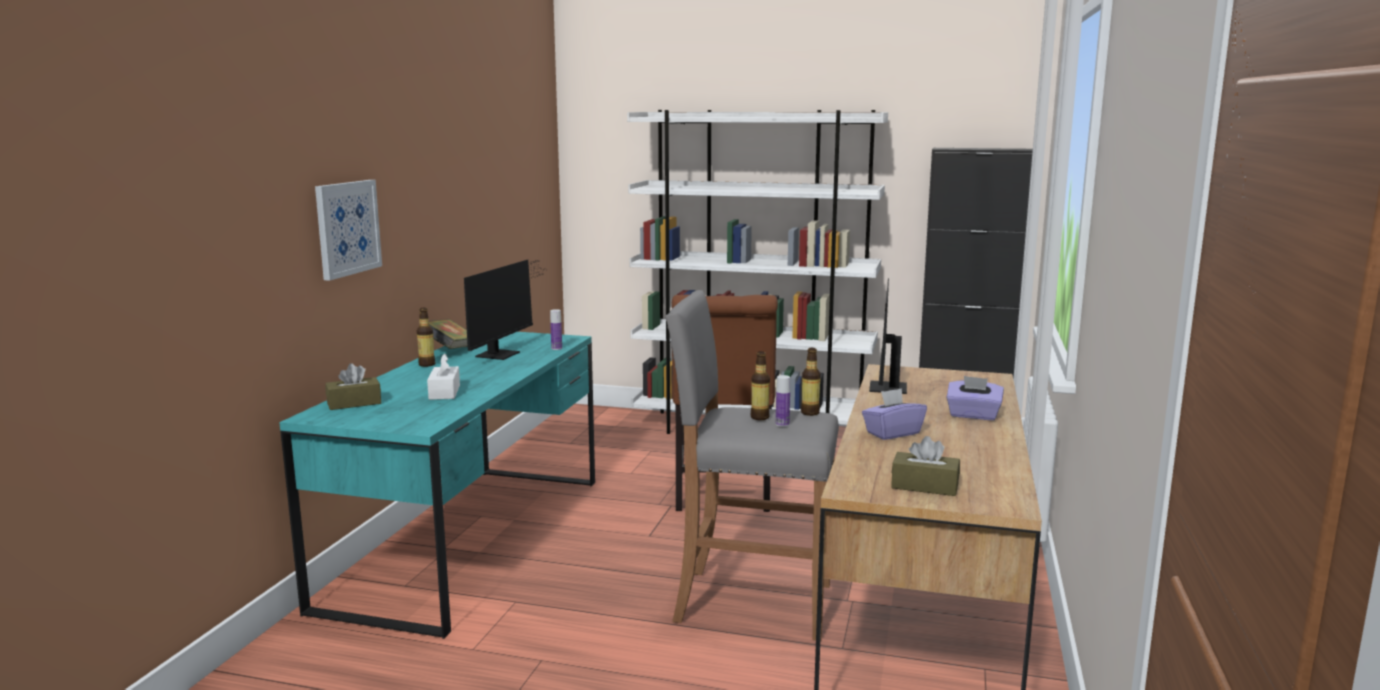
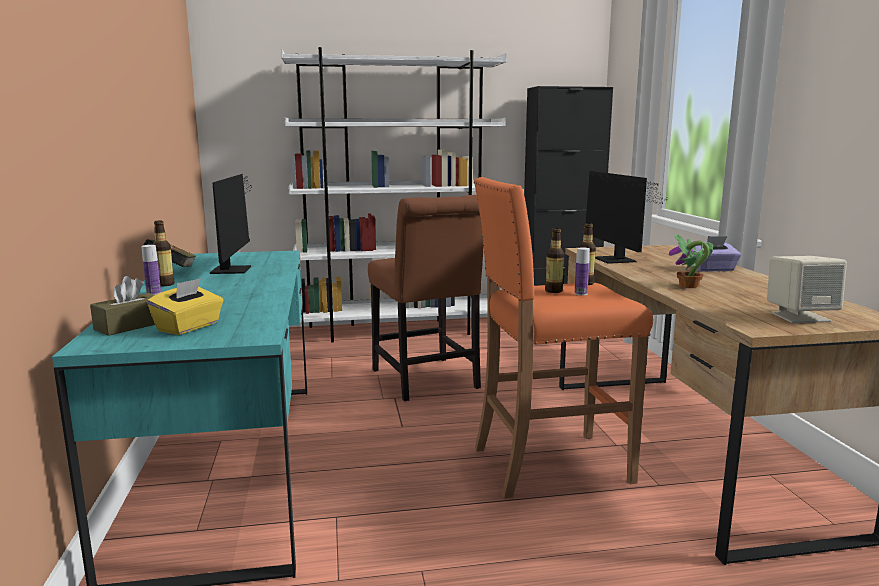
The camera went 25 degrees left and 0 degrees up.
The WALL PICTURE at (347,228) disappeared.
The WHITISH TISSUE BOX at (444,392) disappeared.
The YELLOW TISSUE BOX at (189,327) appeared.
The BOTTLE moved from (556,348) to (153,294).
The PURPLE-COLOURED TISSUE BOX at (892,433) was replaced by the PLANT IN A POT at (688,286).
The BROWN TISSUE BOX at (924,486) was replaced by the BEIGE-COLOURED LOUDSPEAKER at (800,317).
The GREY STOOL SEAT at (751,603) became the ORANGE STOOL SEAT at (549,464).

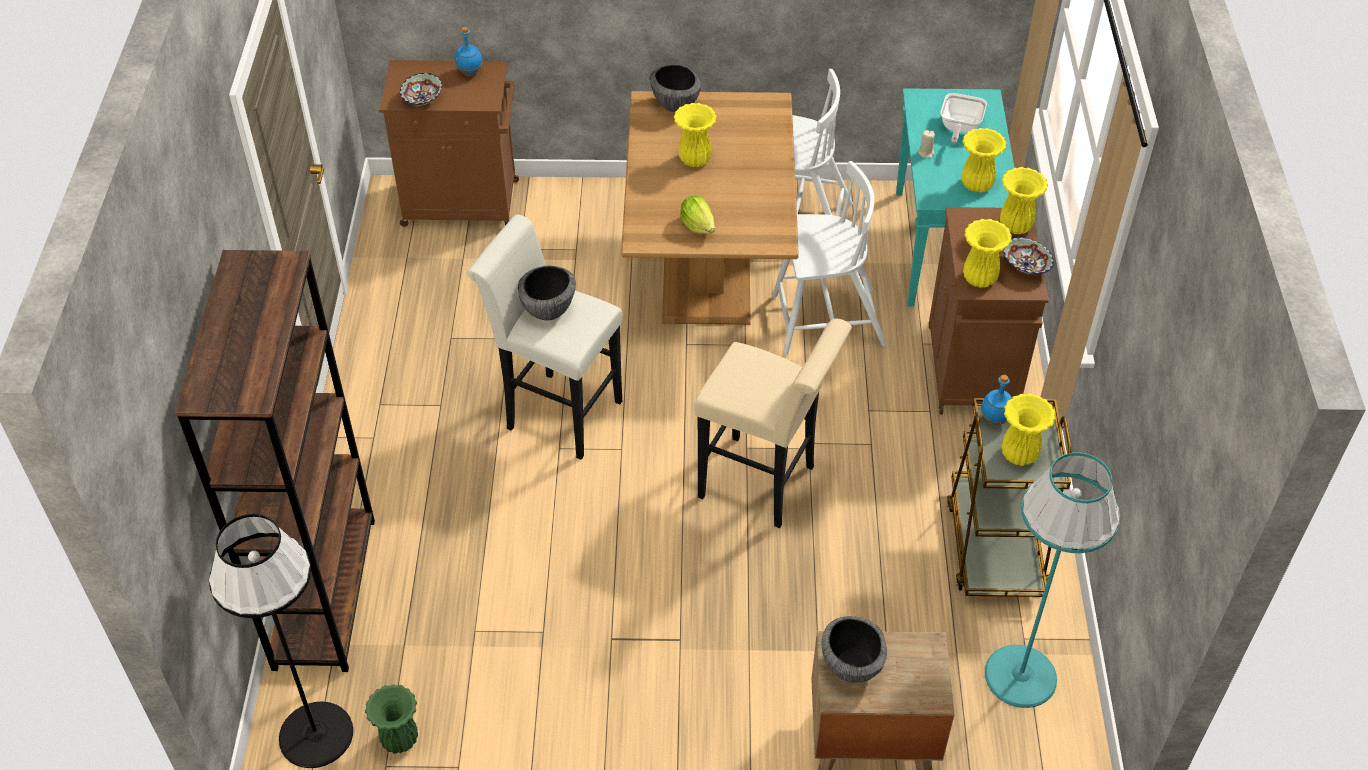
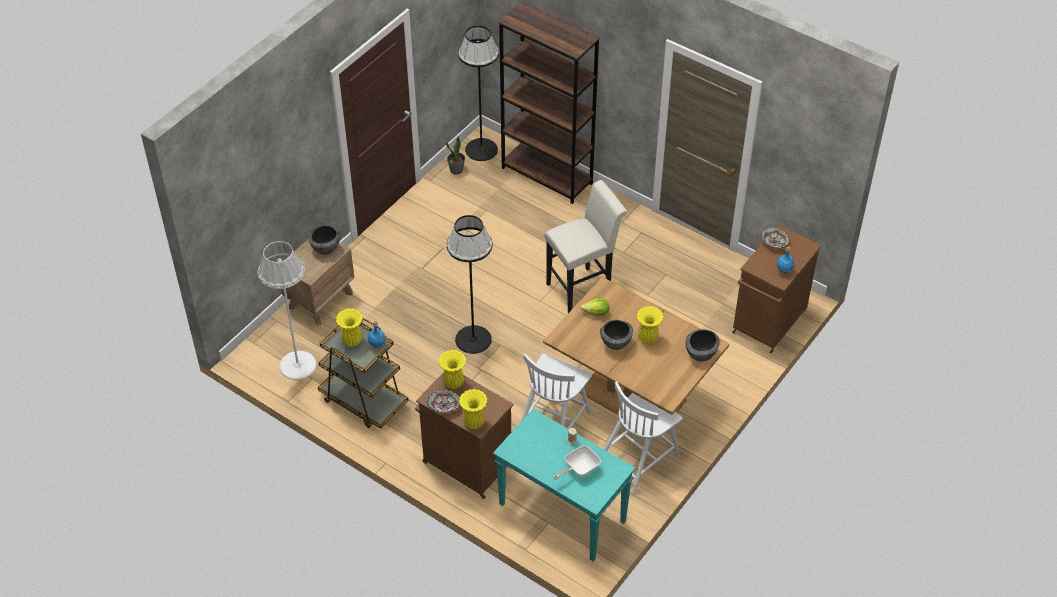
The camera went 125 degrees right and 0 degrees up.
The YELLOW VASE at (976,185) disappeared.
The SERVING BOWL moved from (548,310) to (615,344).
The GREEN VASE at (400,740) was replaced by the PLANT IN A POT at (456,170).
The BEIGE-COLOURED STOOL SEAT at (765,485) was replaced by the BLACK STANDARD LAMP at (473,339).
The TURQUOISE STANDARD LAMP at (1020,675) became the WHITISH STANDARD LAMP at (298,365).
The SKILLET at (959,128) turned 90 degrees counterclockwise.

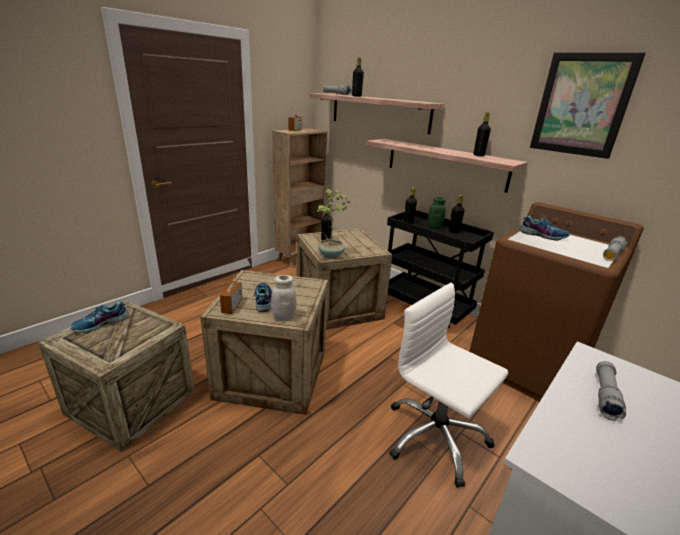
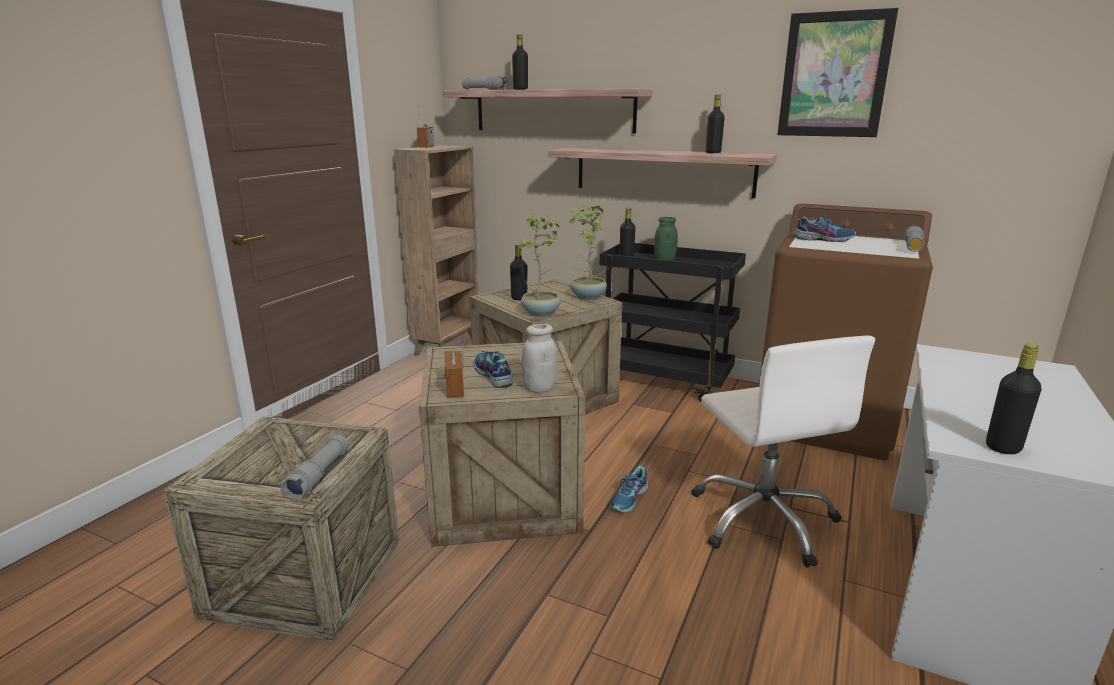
The camera went 15 degrees left and 5 degrees down.
The PLANT IN A POT at (587,297) appeared.
The SHOE moved from (101,324) to (629,498).
The BLACK BOTTLE moved from (454,232) to (1003,447).
The GREY TORCH moved from (605,396) to (319,475).
The WHITISH DESK CHAIR at (435,437) turned 135 degrees counterclockwise.

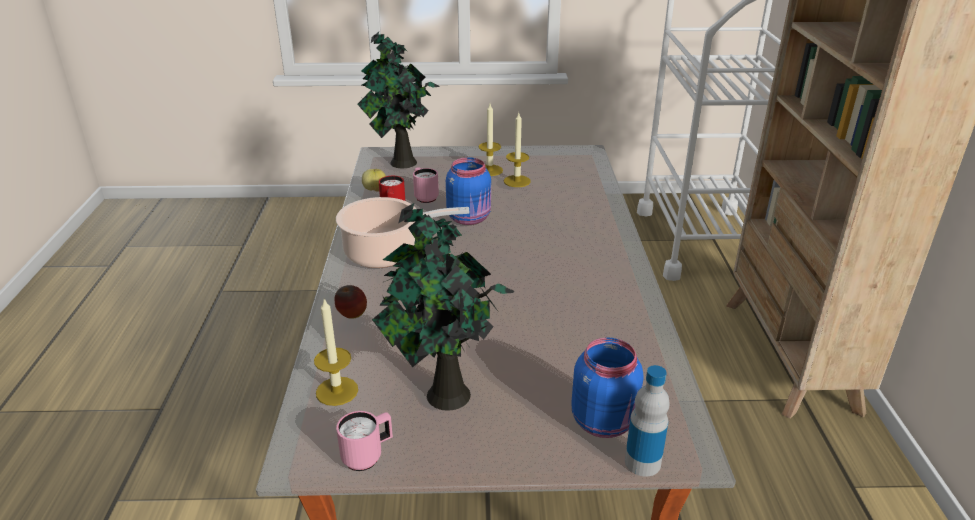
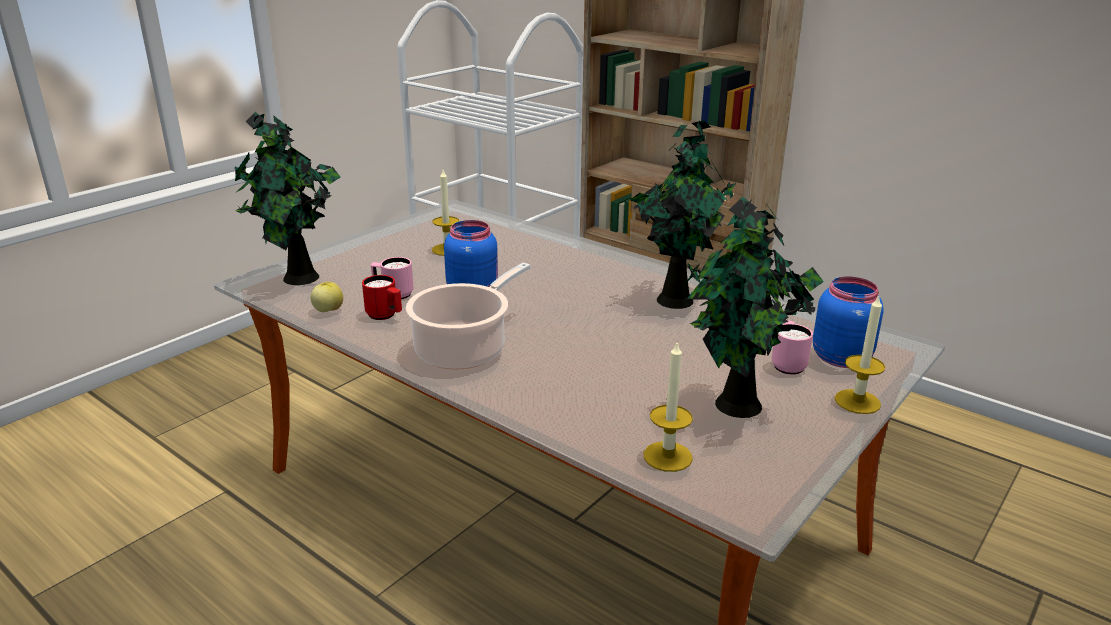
The camera went 50 degrees left and 5 degrees down.
The APPLE at (352,316) disappeared.
The BOTTLE at (642,462) disappeared.
The PLANT IN A POT at (675,299) appeared.
The PINKISH TEA MUG moved from (368,456) to (787,364).
The WAX LIGHT moved from (489,170) to (857,401).

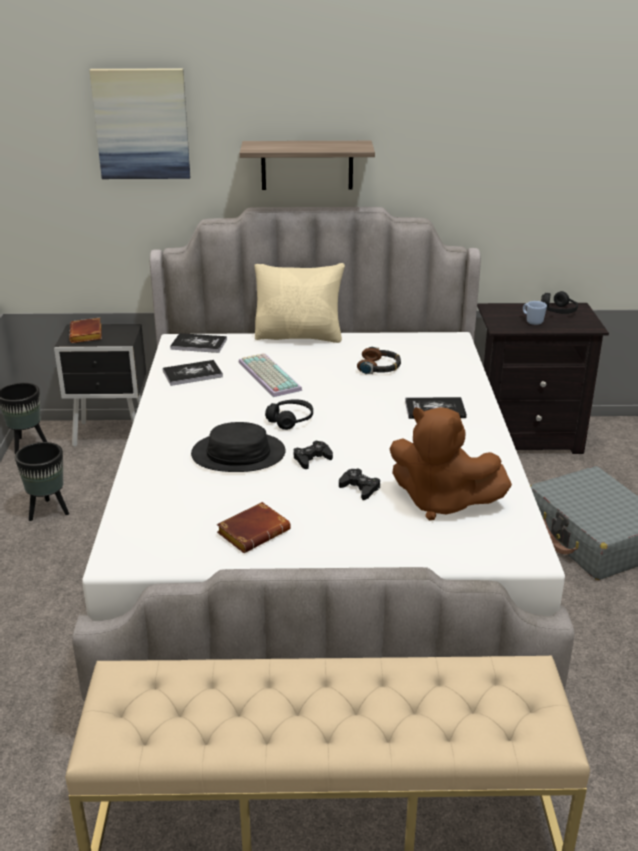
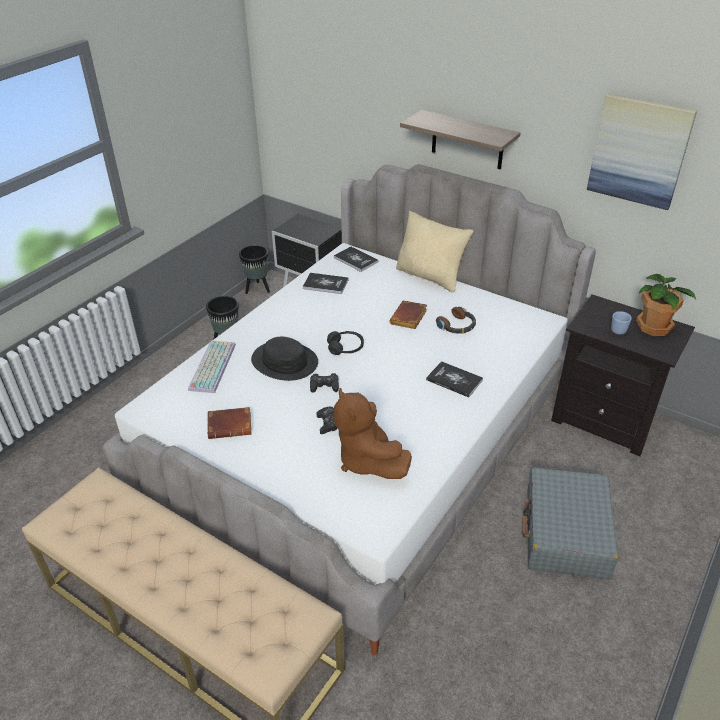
The camera went 35 degrees right and 10 degrees up.
The BROWN BOOK moved from (87,335) to (409,318).
The WALL PICTURE moved from (142,124) to (639,151).
The PC KEYBOARD moved from (267,376) to (211,366).
The BLACK PAIR OF HEADPHONES at (558,311) was replaced by the PLANT IN A POT at (654,326).

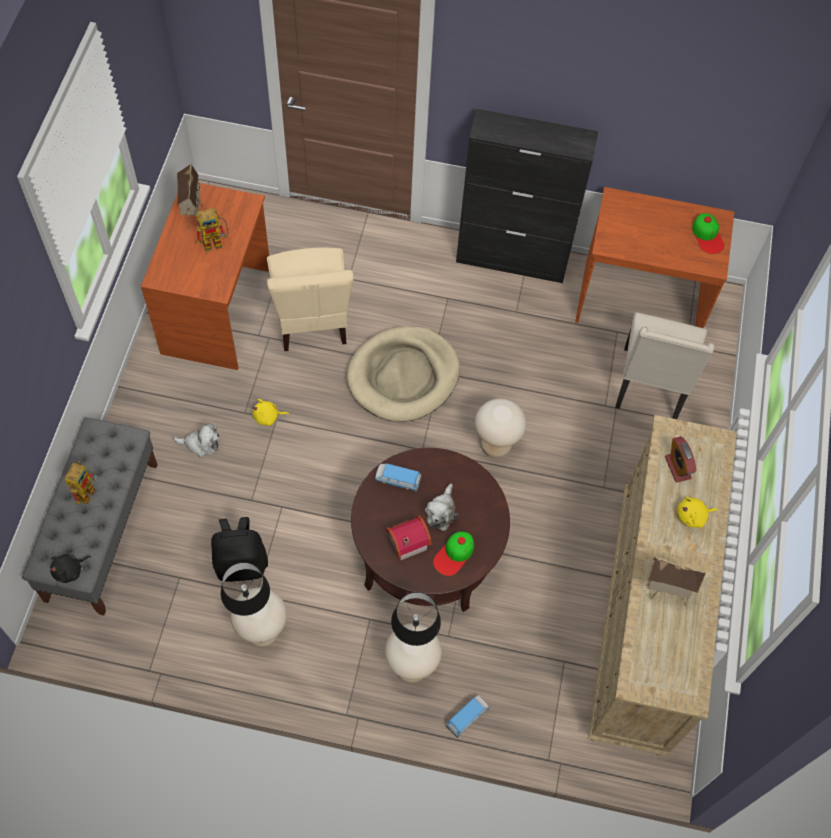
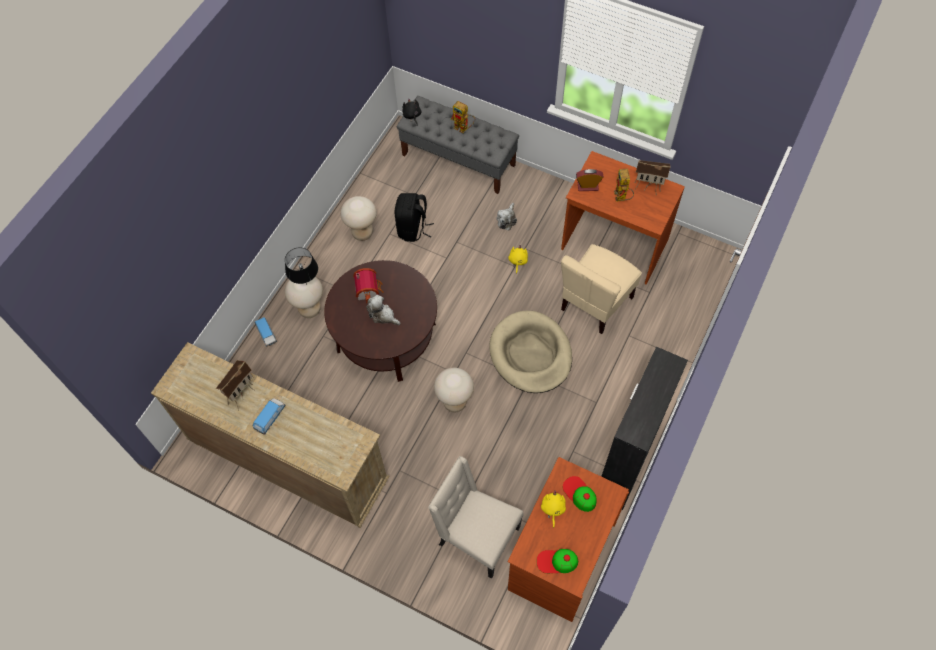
The camera went 110 degrees right and 0 degrees up.
The BLACK LAMP FOR A TABLE at (249,606) disappeared.
The TOY CAR moved from (397,480) to (270,417).
The CAP moved from (454,554) to (579,494).
The TABLE CLOCK moved from (677,467) to (588,186).
The YELLOW CUDDLY TOY moved from (692,516) to (552,509).
The BEIGE-COLOURED PLAIN CHAIR at (311,319) turned 60 degrees counterclockwise.

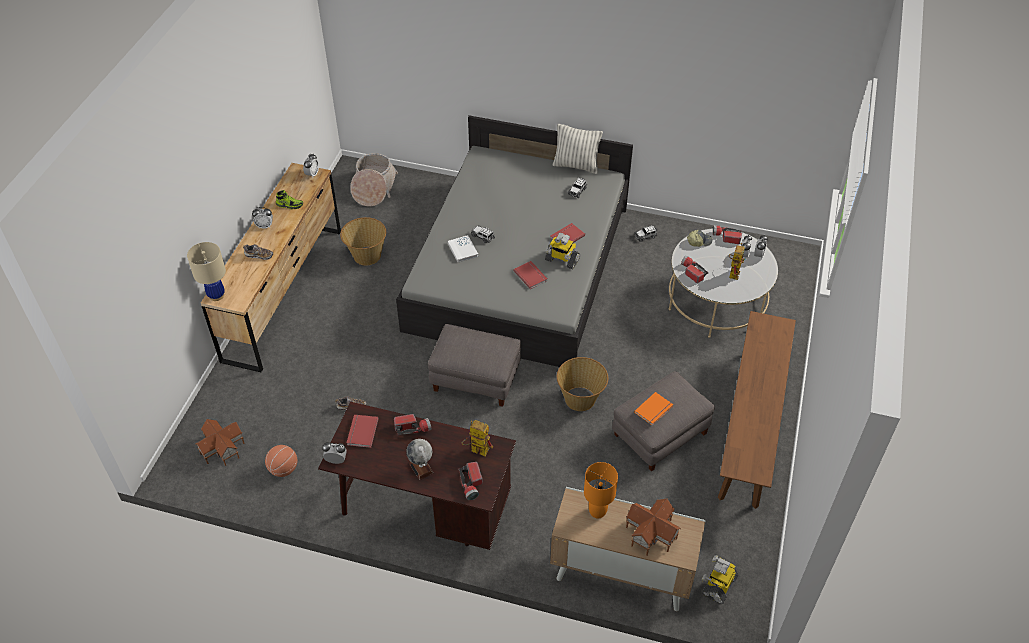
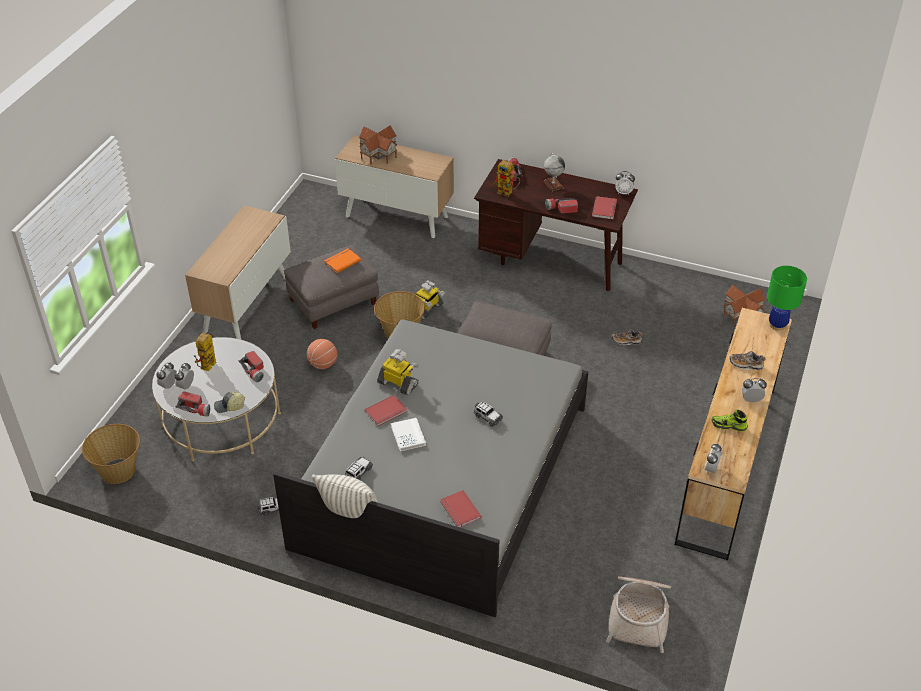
The camera went 175 degrees left and 5 degrees down.
The ORANGE LAMP FOR A TABLE at (597,512) disappeared.
The BALL FOR BASKETBALL moved from (283,469) to (323,364).
The HOUSEHOLD BASKET moved from (366,256) to (118,471).
The WHITISH BOOK moved from (463,250) to (408,436).
The RED-COLOURED BOOK moved from (531,275) to (459,510).
The TOY ROBOT moved from (718,585) to (427,309).
The BROWN BENCH at (751,425) was replaced by the CABINET at (246,303).
The BEIGE-COLOURED LAMP FOR A TABLE at (216,295) became the GREEN LAMP FOR A TABLE at (777,325).

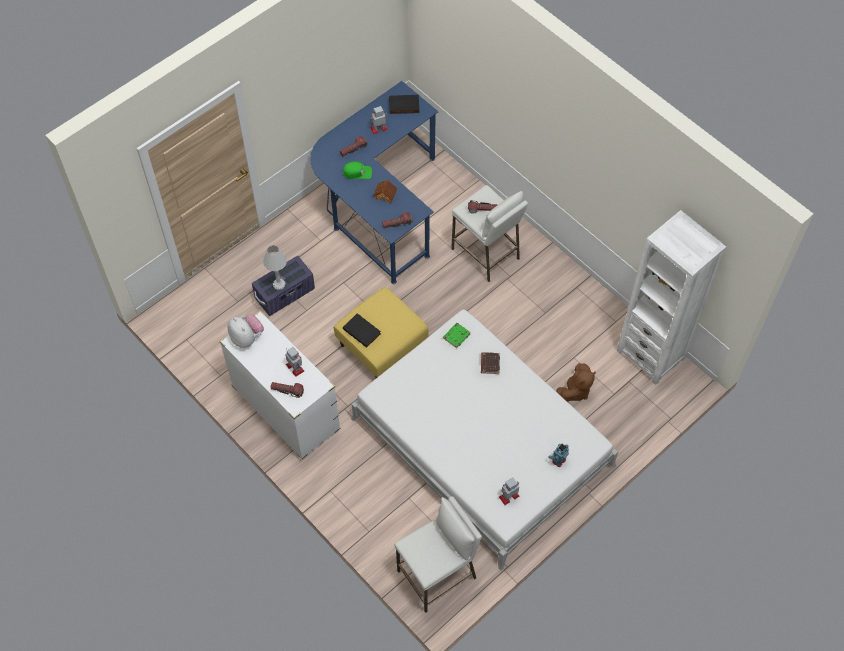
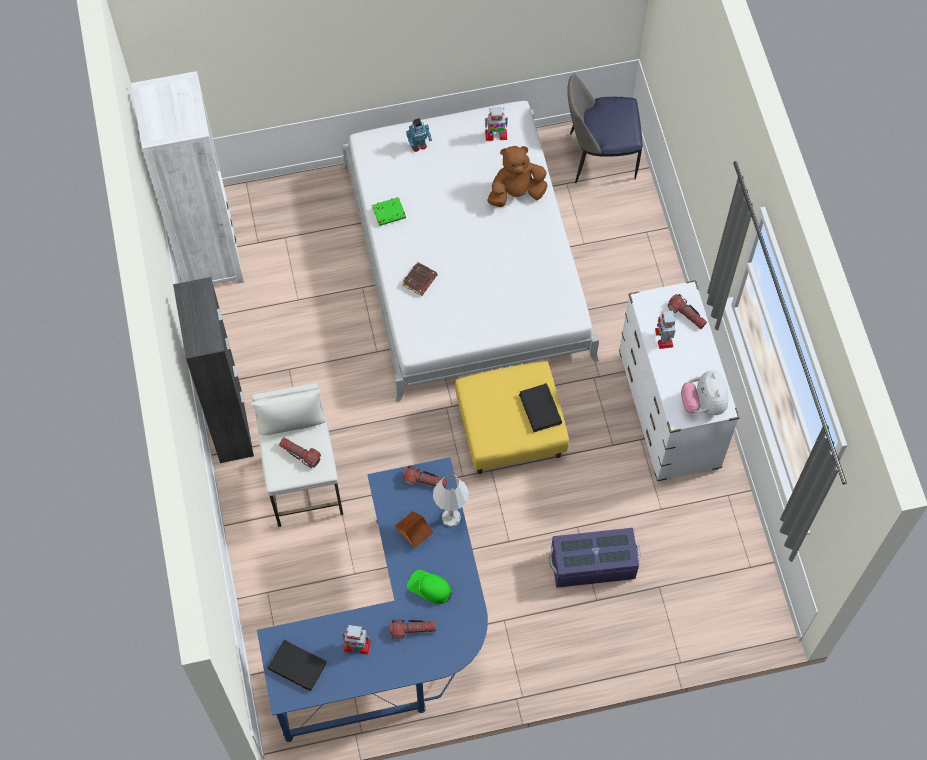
The camera went 150 degrees left and 5 degrees up.
The BLACK CABINET at (230,425) appeared.
The WHITISH LAMP FOR A TABLE moved from (279,285) to (451,518).
The GREEN BOOK moved from (456,336) to (388,213).
The BROWN CUDDLY TOY moved from (575,391) to (516,193).
The WHITISH STOOL SEAT at (437,575) was replaced by the PLAIN CHAIR at (599,156).

